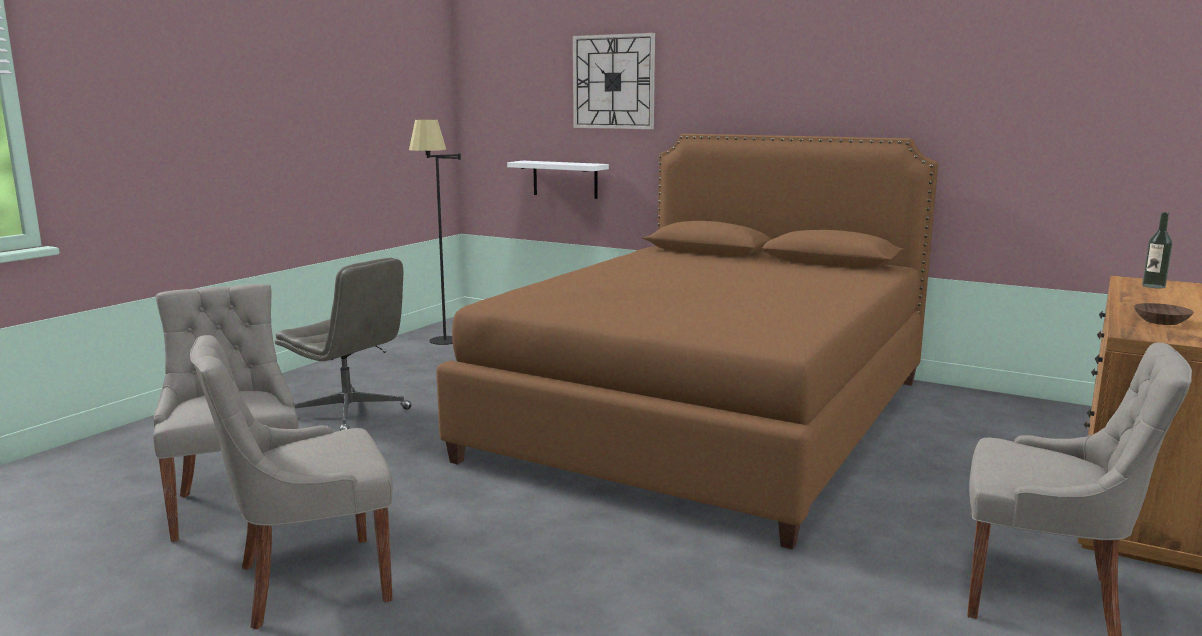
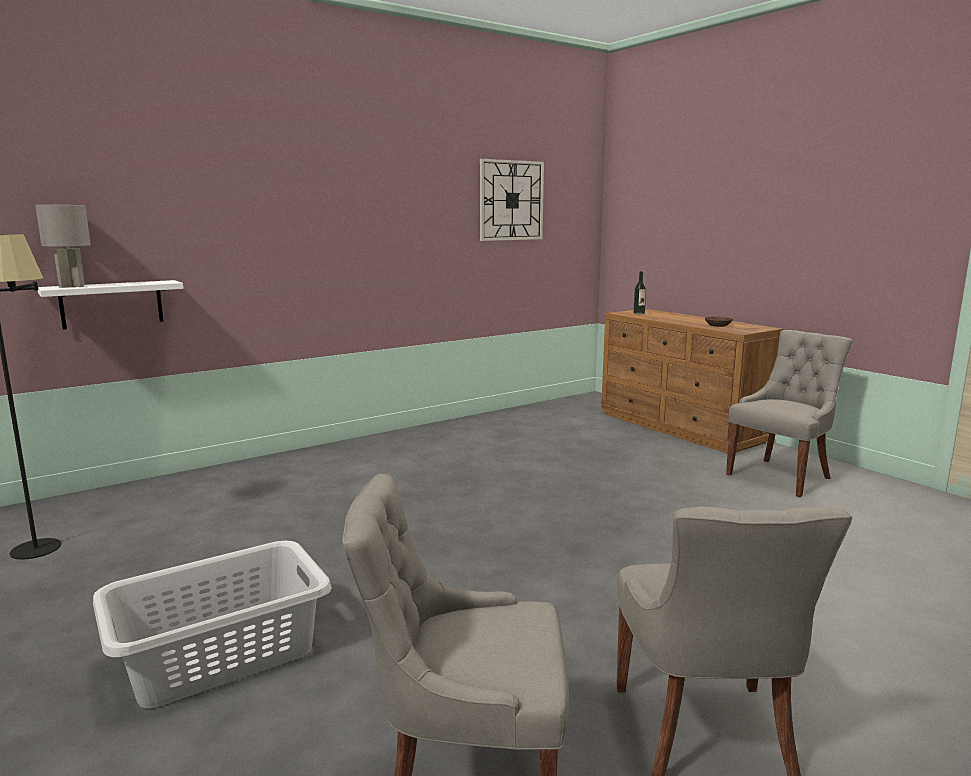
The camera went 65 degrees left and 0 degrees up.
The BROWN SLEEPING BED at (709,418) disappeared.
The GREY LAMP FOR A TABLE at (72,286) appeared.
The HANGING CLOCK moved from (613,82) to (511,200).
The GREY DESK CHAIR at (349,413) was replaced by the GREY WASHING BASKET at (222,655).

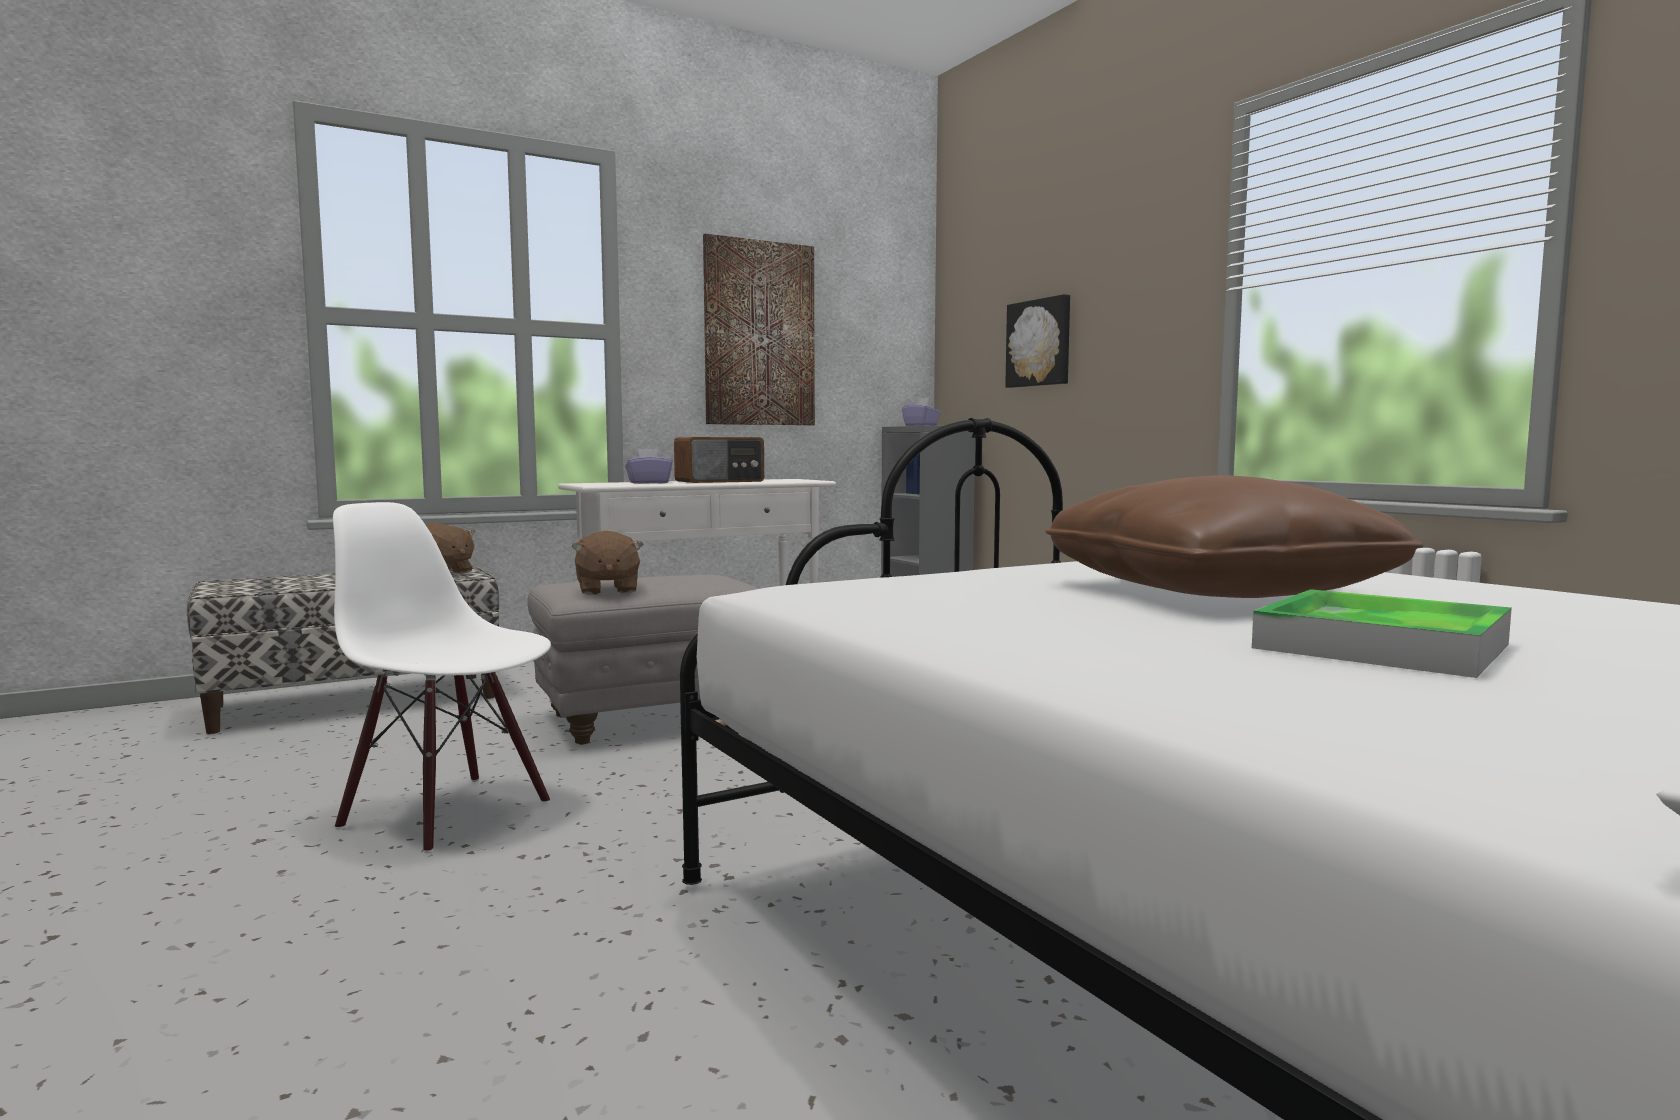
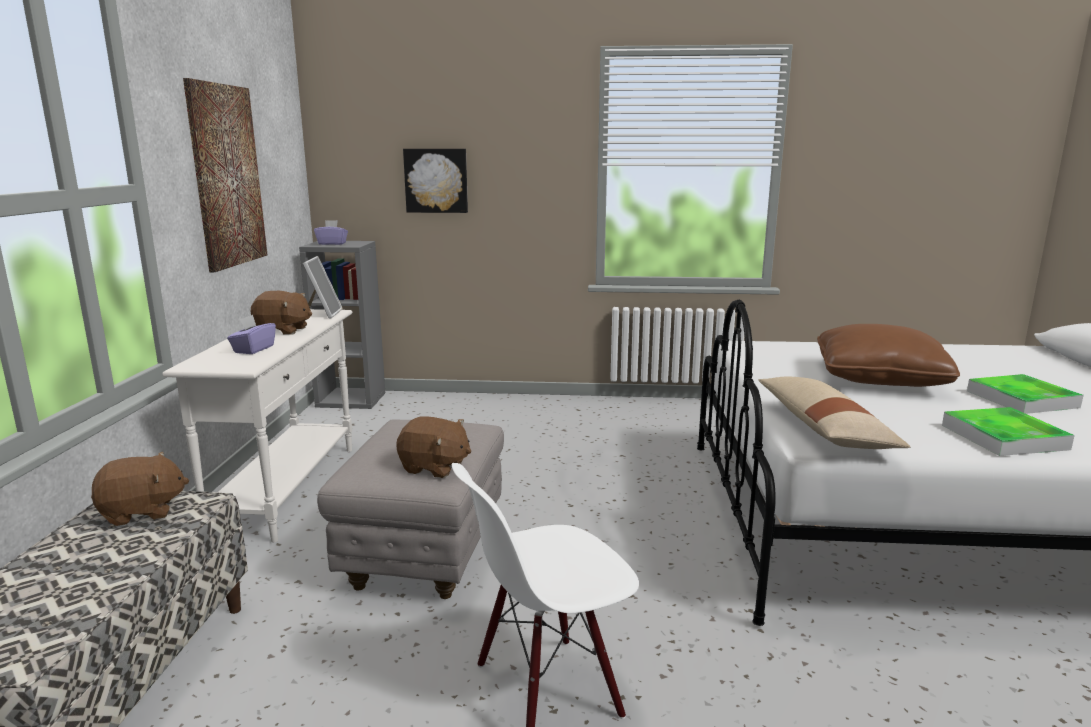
The camera went 55 degrees left and 10 degrees up.
The STANDING FRAME at (323,314) appeared.
The BEIGE-COLOURED PILLOW at (824,429) appeared.
The TRAY at (1003,437) appeared.
The RADIO RECEIVER at (720,481) was replaced by the BROWN CUDDLY TOY at (283,330).

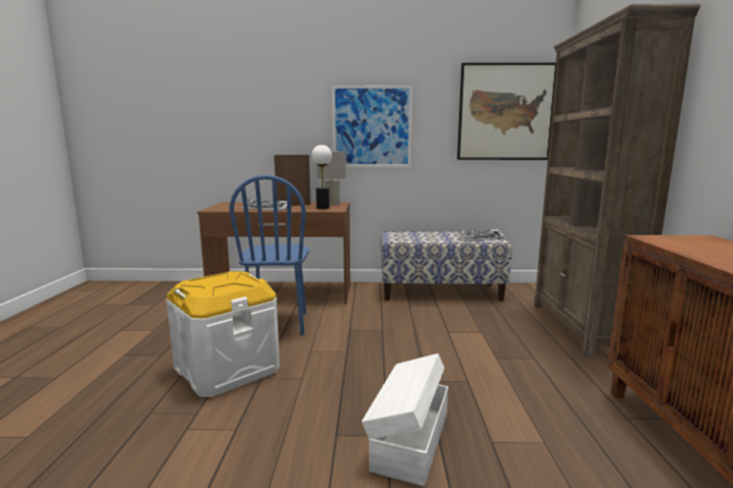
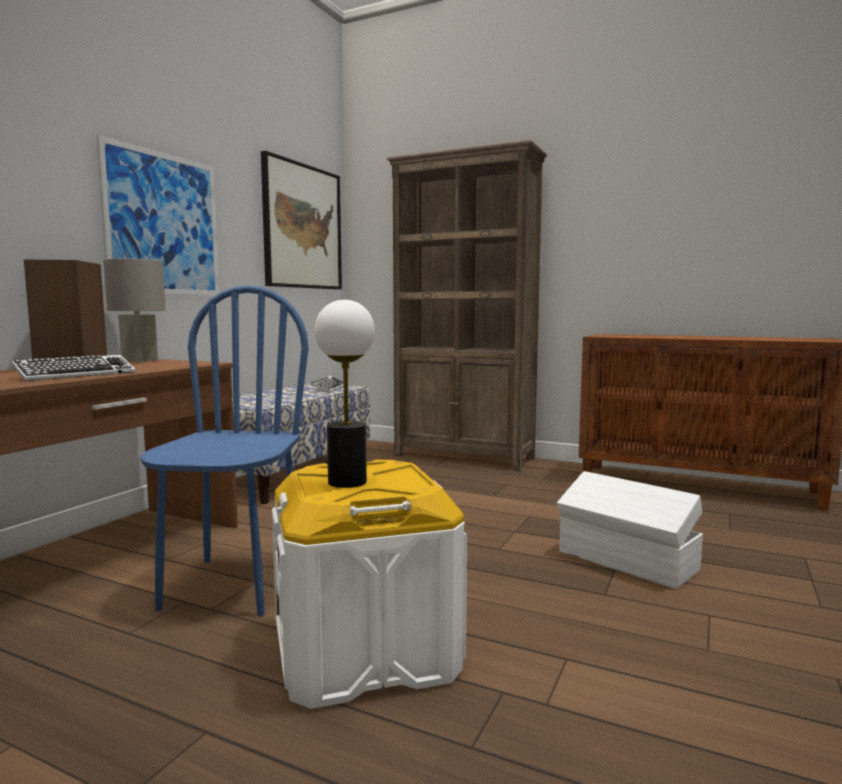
The camera went 65 degrees left and 5 degrees down.
The LAMP FOR A TABLE moved from (323,208) to (346,482).
The BLUISH PLAIN CHAIR at (278,324) turned 105 degrees counterclockwise.

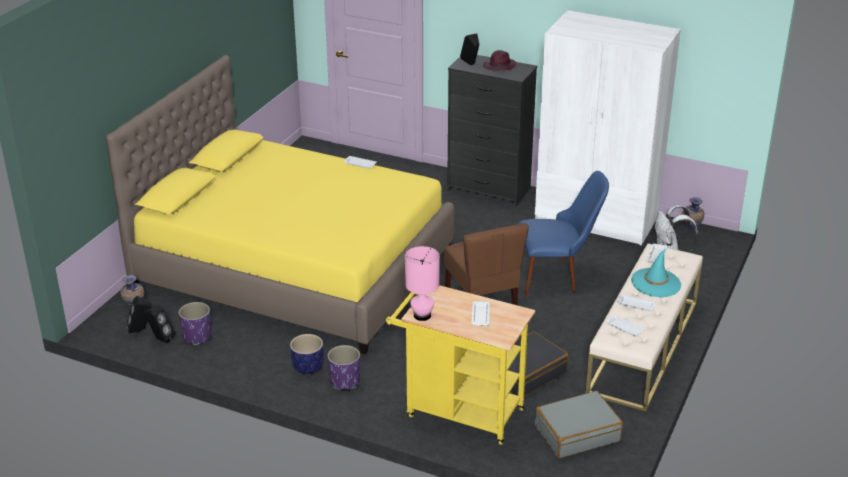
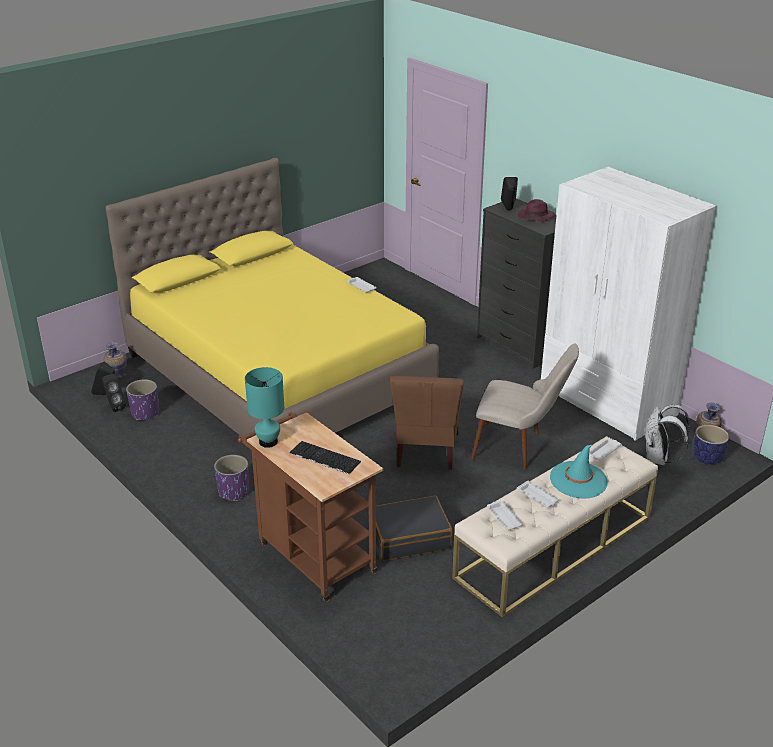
The camera went 25 degrees right and 0 degrees up.
The GREY TRAVEL CASE at (577,433) disappeared.
The FLOWER POT moved from (307,367) to (707,457).
The WHITISH TRAY at (480,315) was replaced by the PC KEYBOARD at (323,458).
The YELLOW WHEELED CART at (458,411) became the BROWN WHEELED CART at (312,554).
The PINKISH LAMP FOR A TABLE at (422,315) became the TURQUOISE LAMP FOR A TABLE at (268,441).
The BLUISH PLAIN CHAIR at (557,276) became the BEIGE-COLOURED PLAIN CHAIR at (519,448).

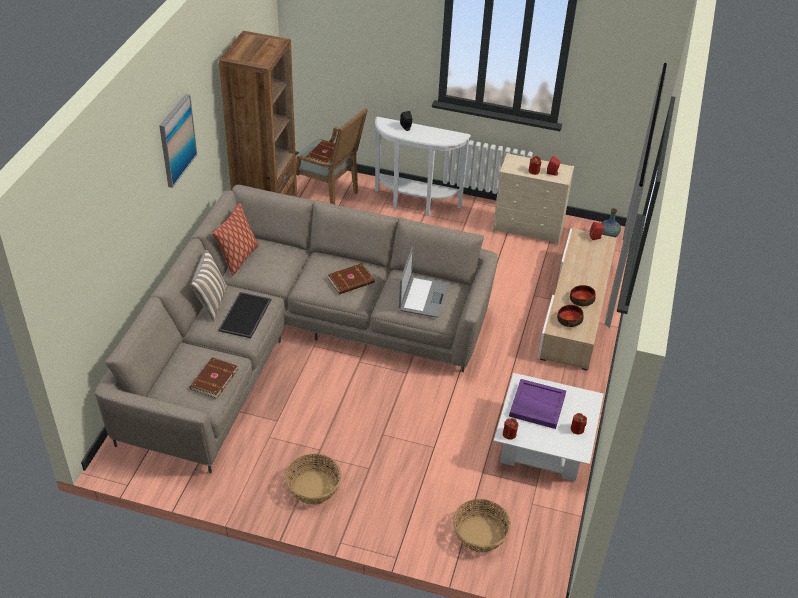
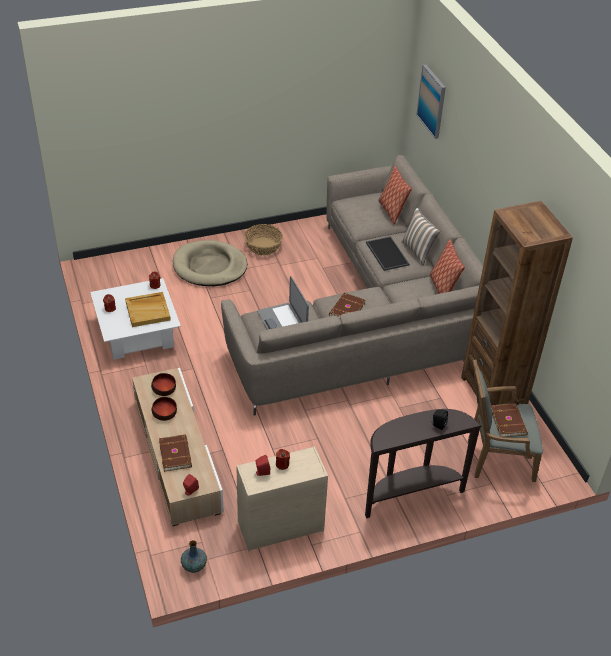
The camera went 145 degrees right and 0 degrees up.
The HOUSEHOLD BASKET at (479,534) disappeared.
The BEIGE-COLOURED DOG CUSHION at (210,266) appeared.
The PILLOW at (391,211) appeared.
The WALL PICTURE moved from (177,140) to (432,101).
The BROWN BOOK moved from (213,379) to (176,454).
The WHITISH NARROW TABLE at (415,204) became the BROWN NARROW TABLE at (410,494).
The PURPLE-COLOURED TRAY at (536,405) became the BEIGE-COLOURED TRAY at (148,310).

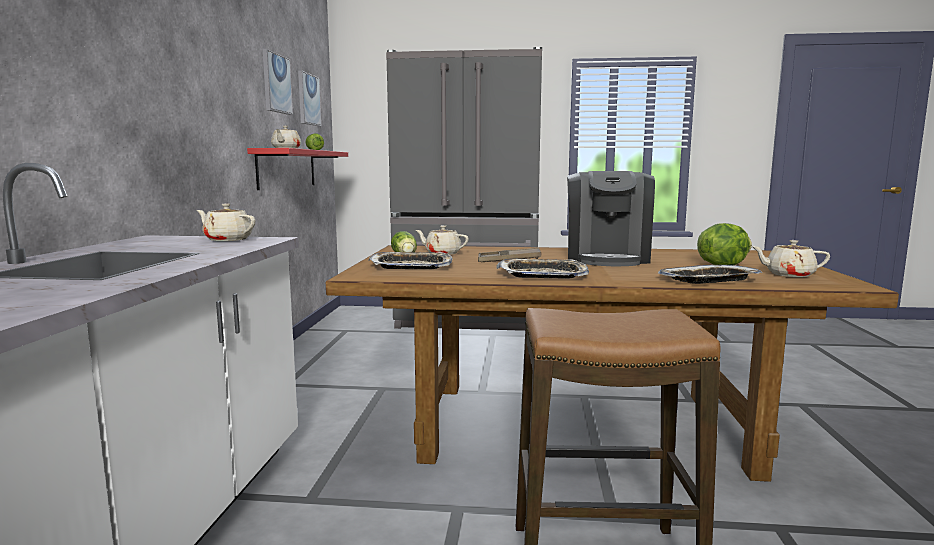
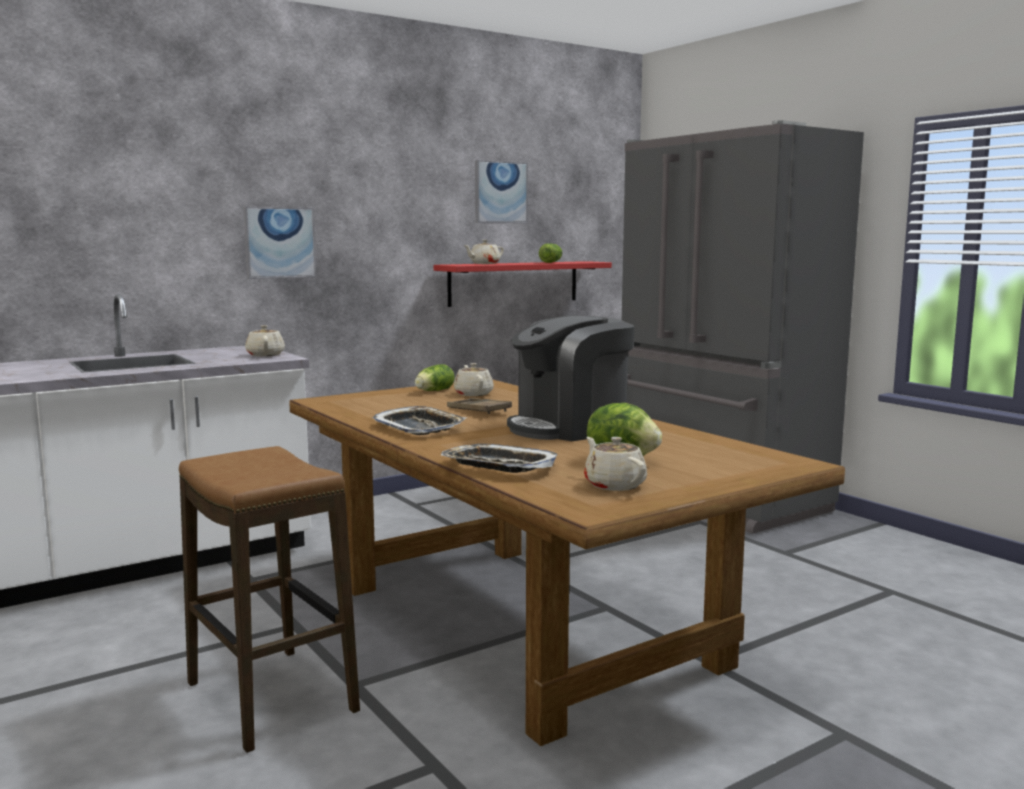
The camera went 50 degrees right and 0 degrees up.
The TRAY at (411,266) disappeared.
The WALL PICTURE moved from (308,99) to (279,242).

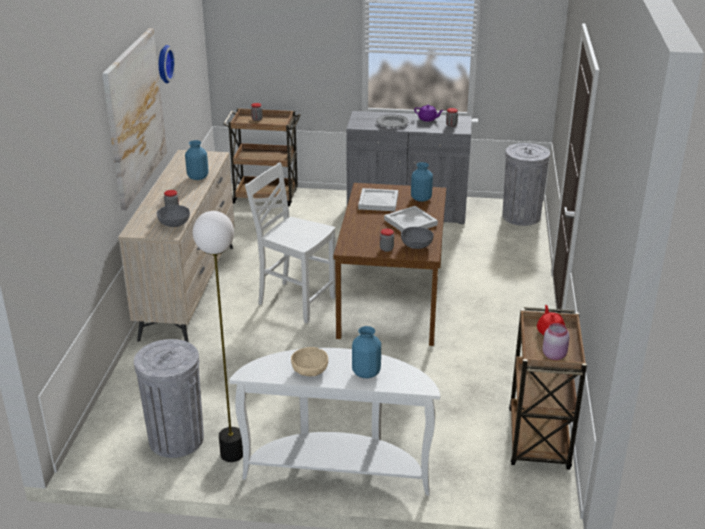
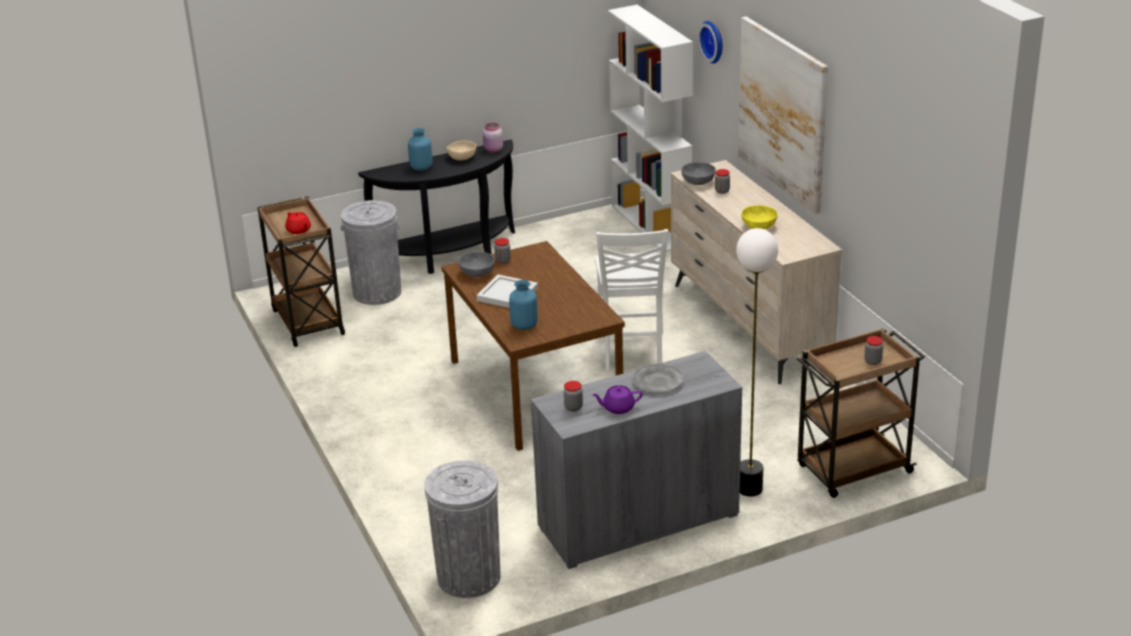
The camera went 150 degrees right and 0 degrees up.
The WHITISH TRAY at (377,202) disappeared.
The WHITISH SHELVING UNIT at (651,225) appeared.
The GREY RUBBISH BIN moved from (176,439) to (377,292).
The HANGING CLOCK moved from (163,64) to (714,41).
The STANDARD LAMP moved from (232,453) to (749,489).
The PINKISH PRESERVE JAR moved from (554,355) to (493,150).
The BLUISH VASE at (197,177) was replaced by the YELLOW SERVING BOWL at (759,226).
The WHITISH NARROW TABLE at (338,470) became the BLACK NARROW TABLE at (451,256).
The WHITISH PLAIN CHAIR at (295,301) turned 90 degrees clockwise.

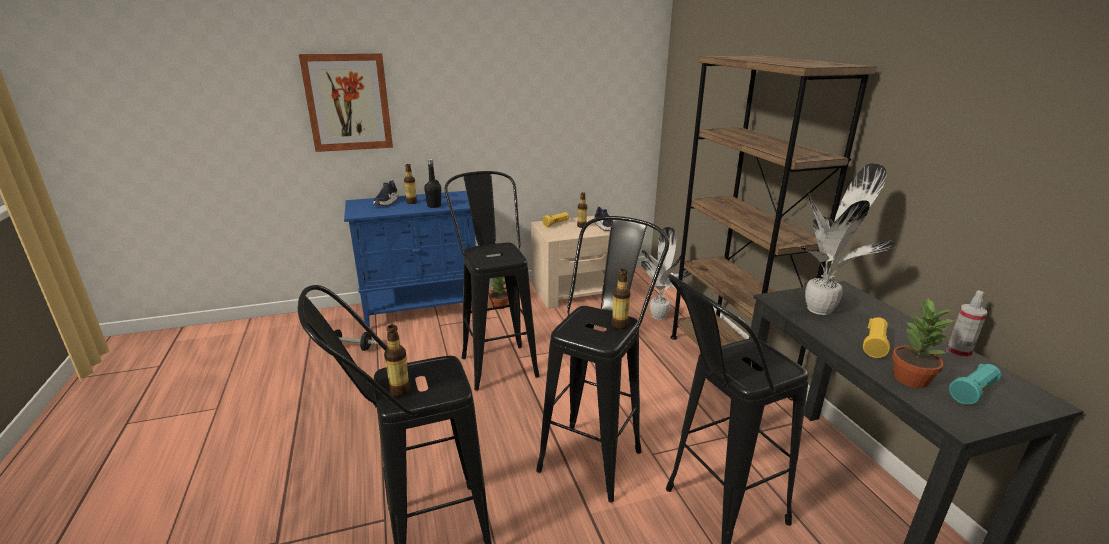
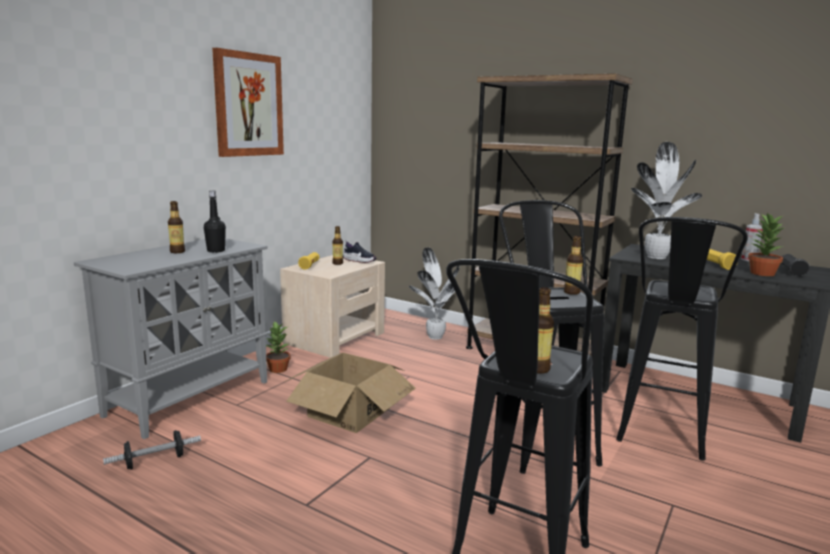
The camera went 40 degrees left and 10 degrees down.
The SHOE at (387,202) disappeared.
The WALL PICTURE moved from (348,102) to (248,105).
The BLACK STOOL SEAT at (496,360) was replaced by the CARTON at (349,412).
The BLUISH CABINET at (423,309) became the GREY CABINET at (190,398).
The TURQUOISE TORCH at (973,392) became the BLACK TORCH at (791,272).

